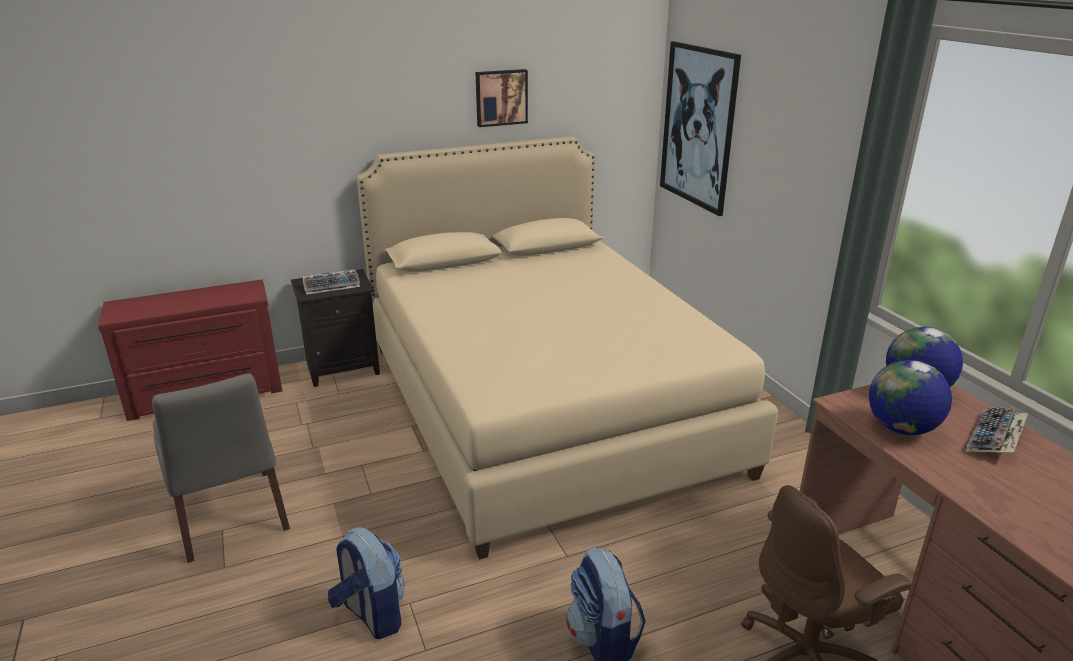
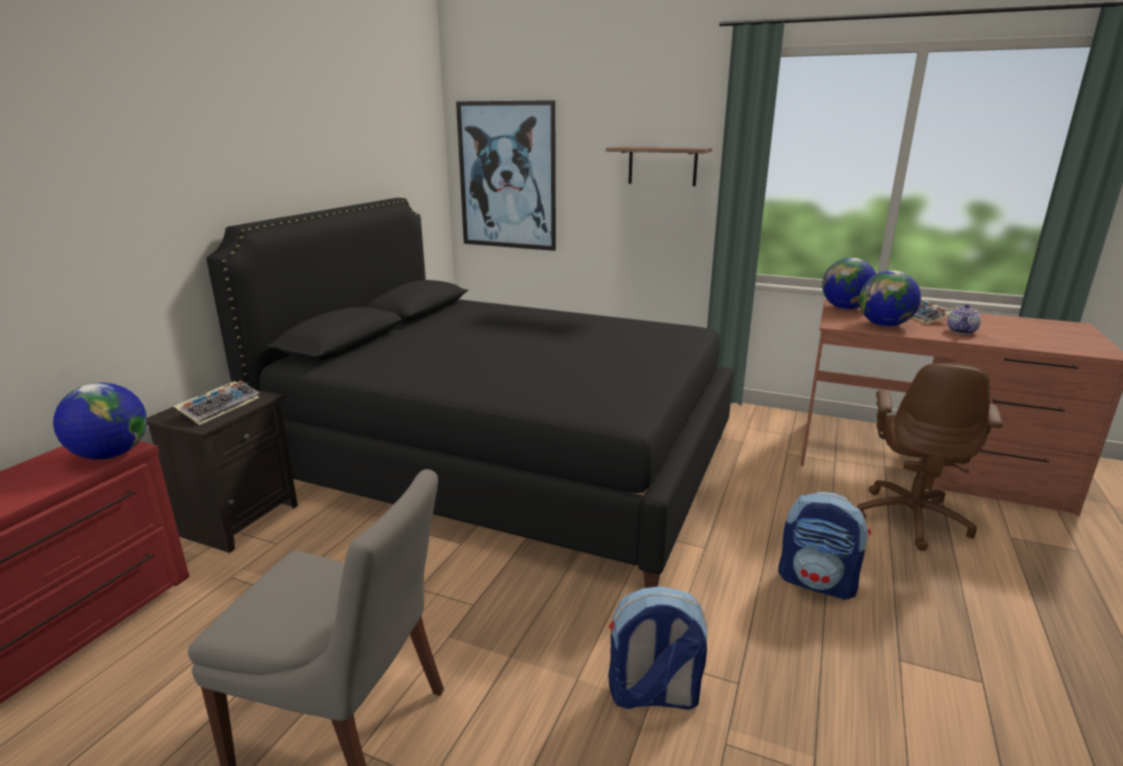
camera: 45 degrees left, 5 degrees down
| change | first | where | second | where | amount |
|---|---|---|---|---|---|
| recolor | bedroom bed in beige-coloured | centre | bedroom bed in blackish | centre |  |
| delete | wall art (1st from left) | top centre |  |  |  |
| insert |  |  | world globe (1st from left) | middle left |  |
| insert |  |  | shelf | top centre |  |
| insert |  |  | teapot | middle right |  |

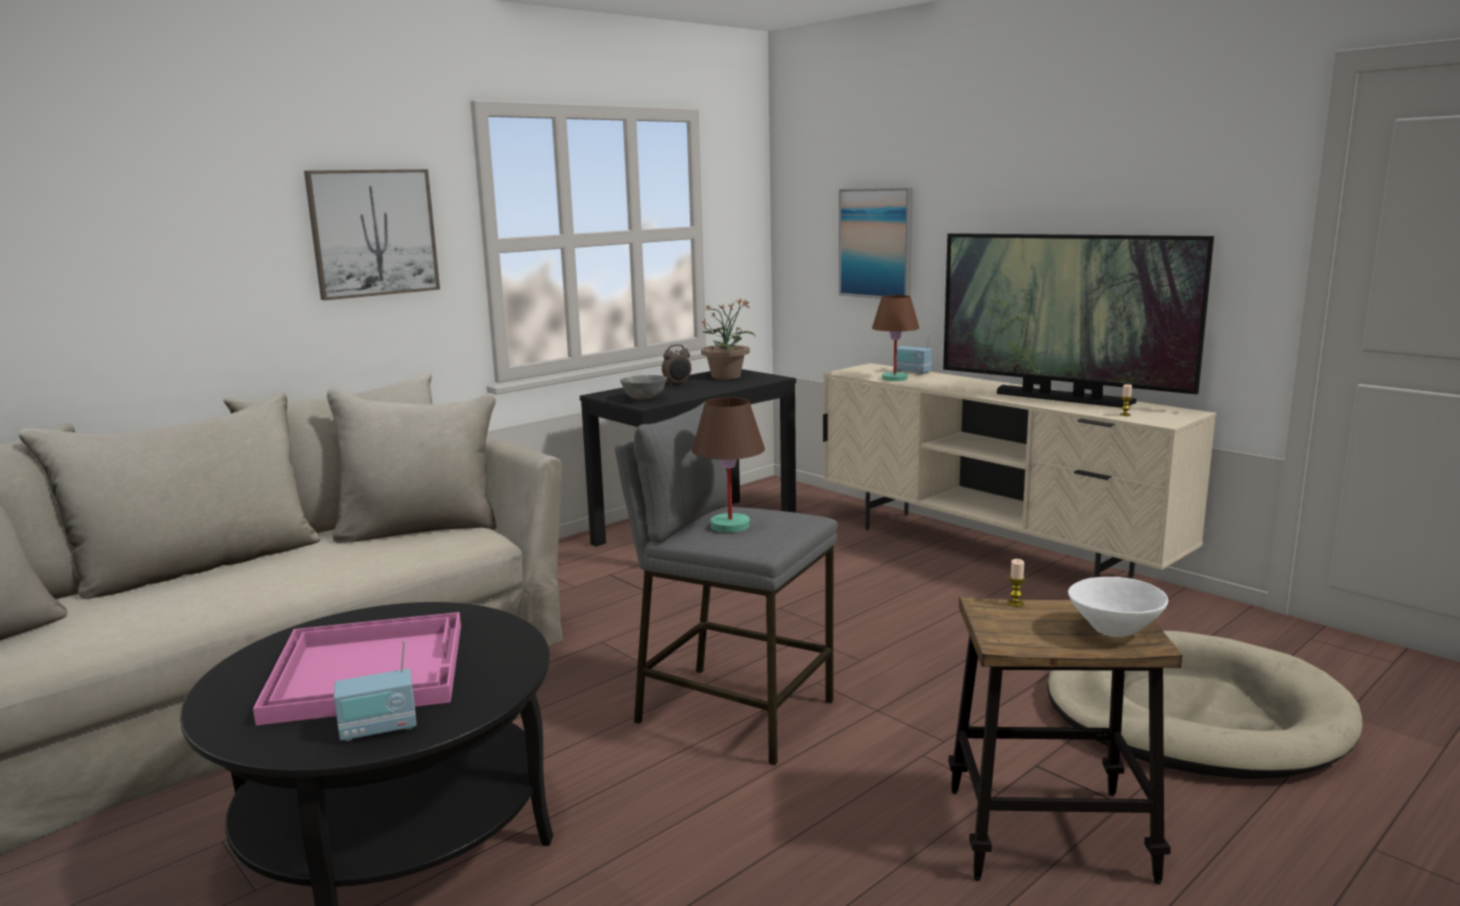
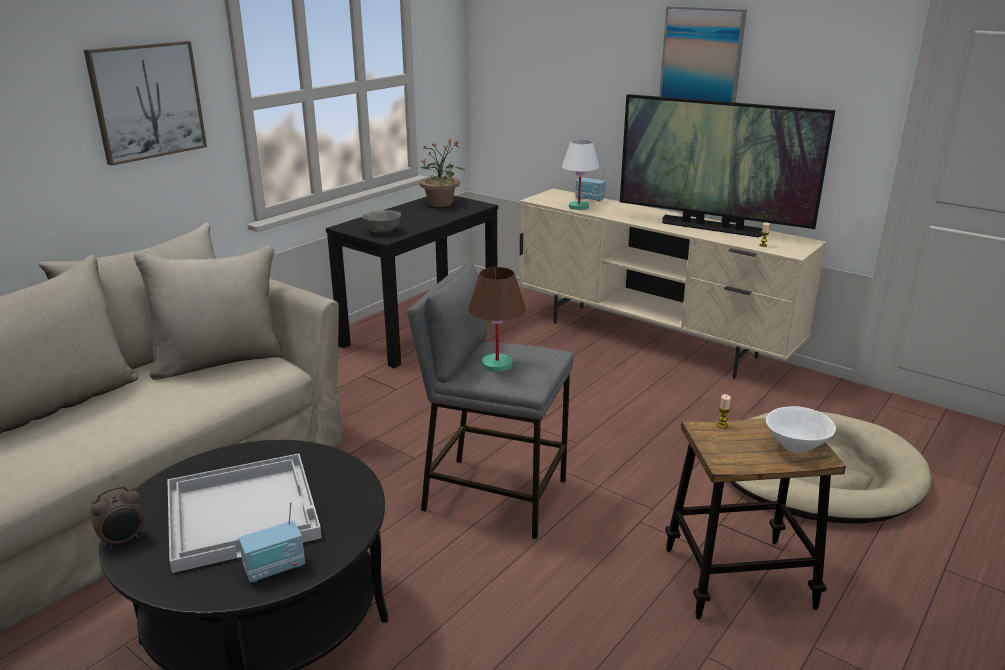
camera: 10 degrees left, 10 degrees up
| change | first | where | second | where | amount |
|---|---|---|---|---|---|
| recolor | tray in pink | bottom left | tray in white-coloured | bottom left |  |
| move | table clock | centre |  | bottom left |  |
| move | wall art (2nd from left) | top centre |  | top right |  |
| recolor | table lamp in brown (2nd from left) | centre | table lamp in white-coloured | top centre |  |

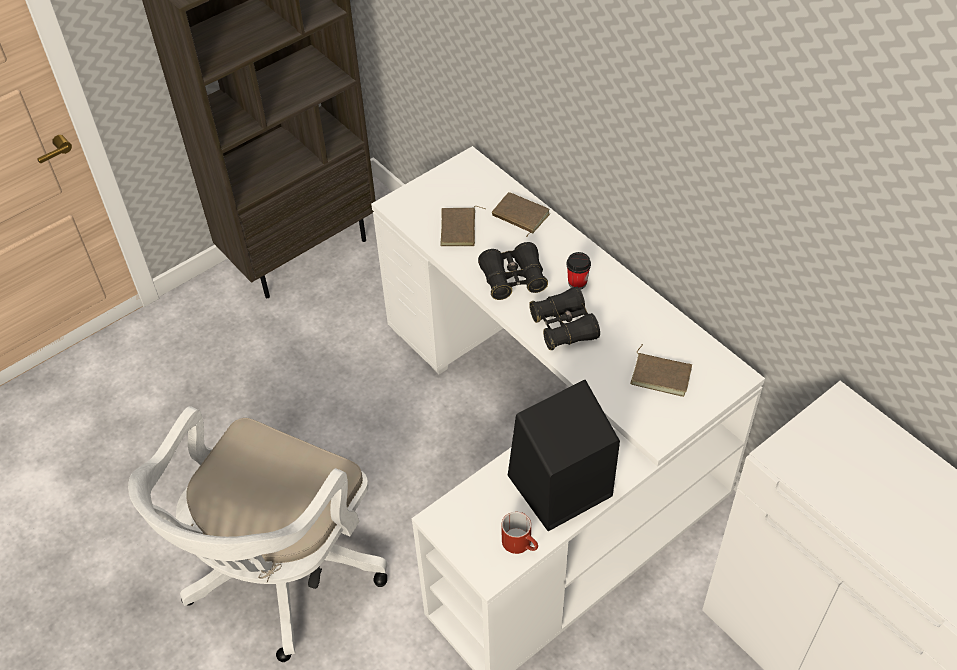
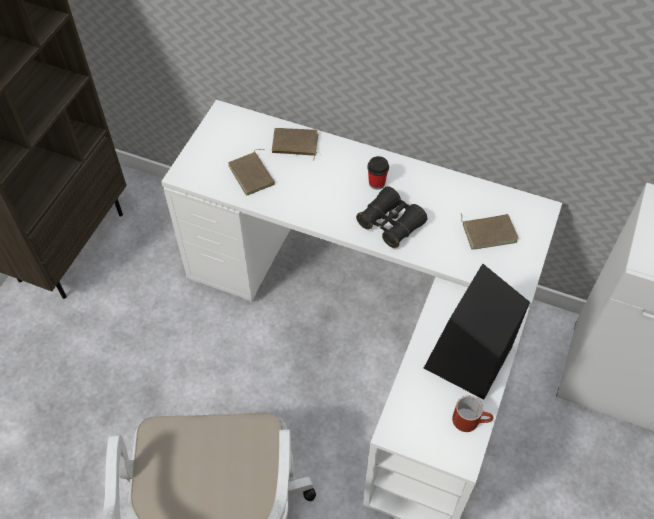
camera: 30 degrees left, 5 degrees up
| change | first | where | second | where | amount |
|---|---|---|---|---|---|
| delete | binoculars in blackish (1st from left) | centre |  |  |  |

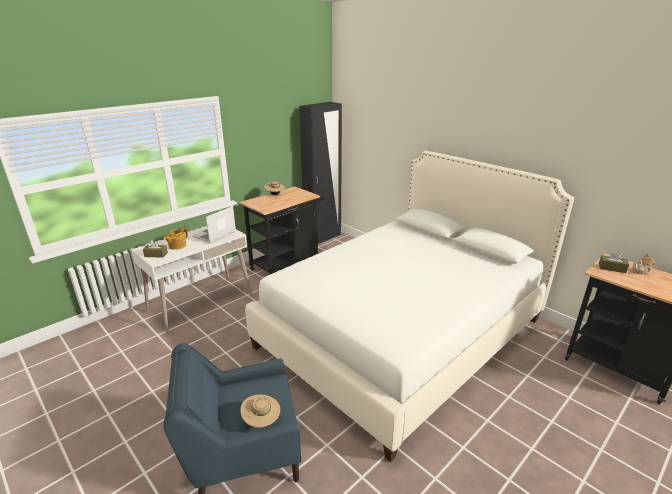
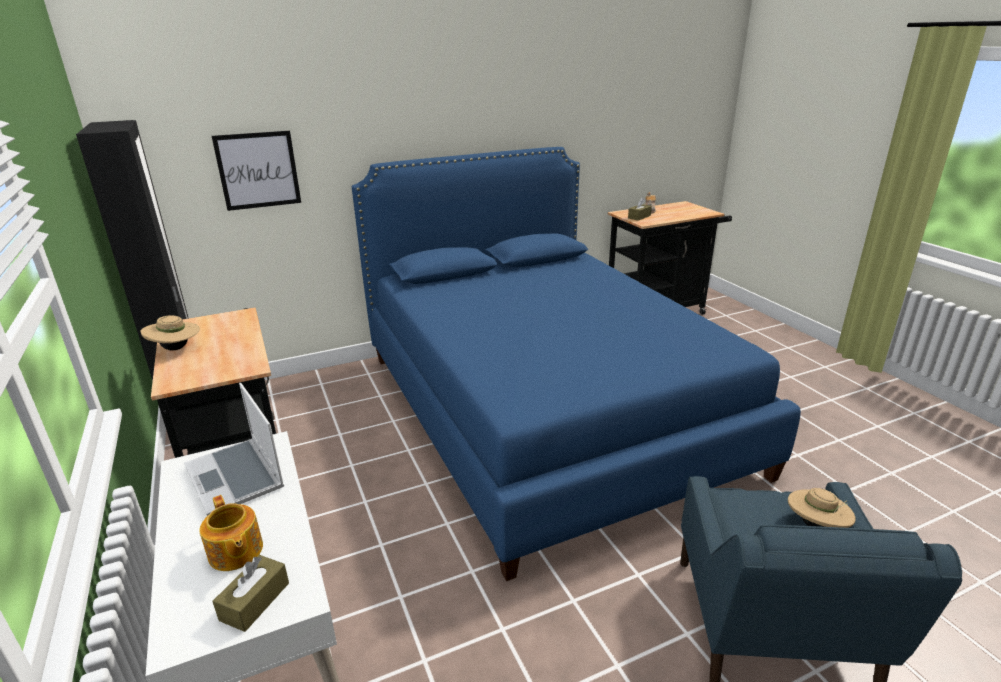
camera: 70 degrees left, 0 degrees up
| change | first | where | second | where | amount |
|---|---|---|---|---|---|
| recolor | bedroom bed in white-coloured | centre | bedroom bed in bluish | centre |  |
| insert |  |  | wall art | top left |  |

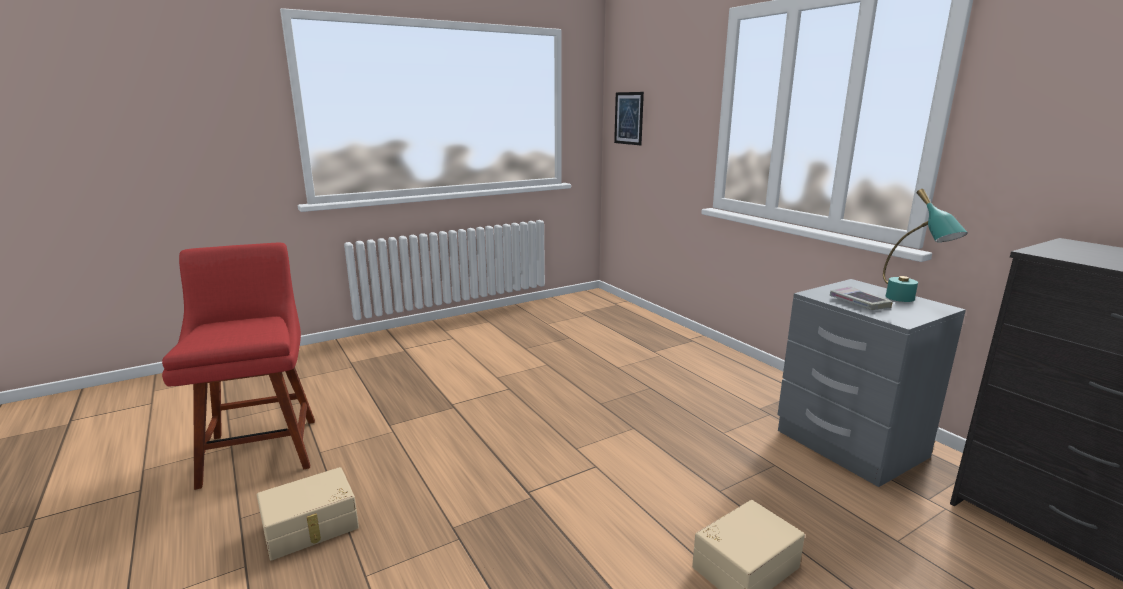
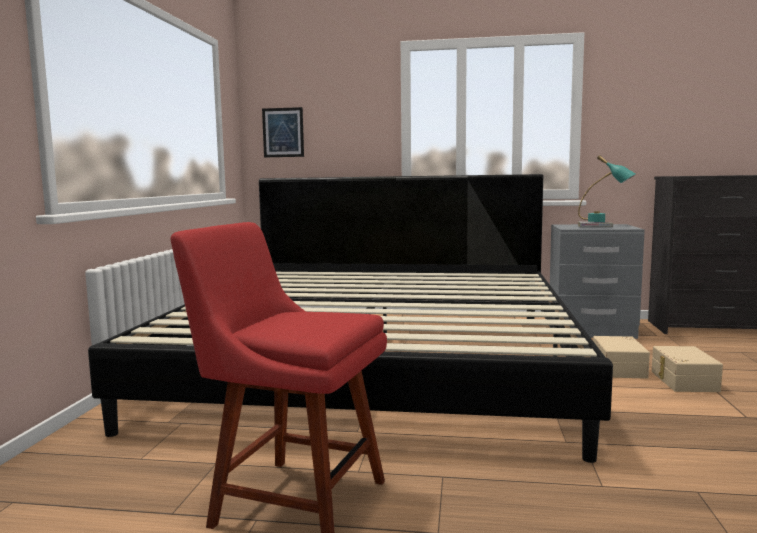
camera: 50 degrees left, 10 degrees down
| change | first | where | second | where | amount |
|---|---|---|---|---|---|
| move | storage box in beige-coloured (1st from left) | bottom left |  | bottom right |  |
| insert |  |  | bedroom bed | centre |  |

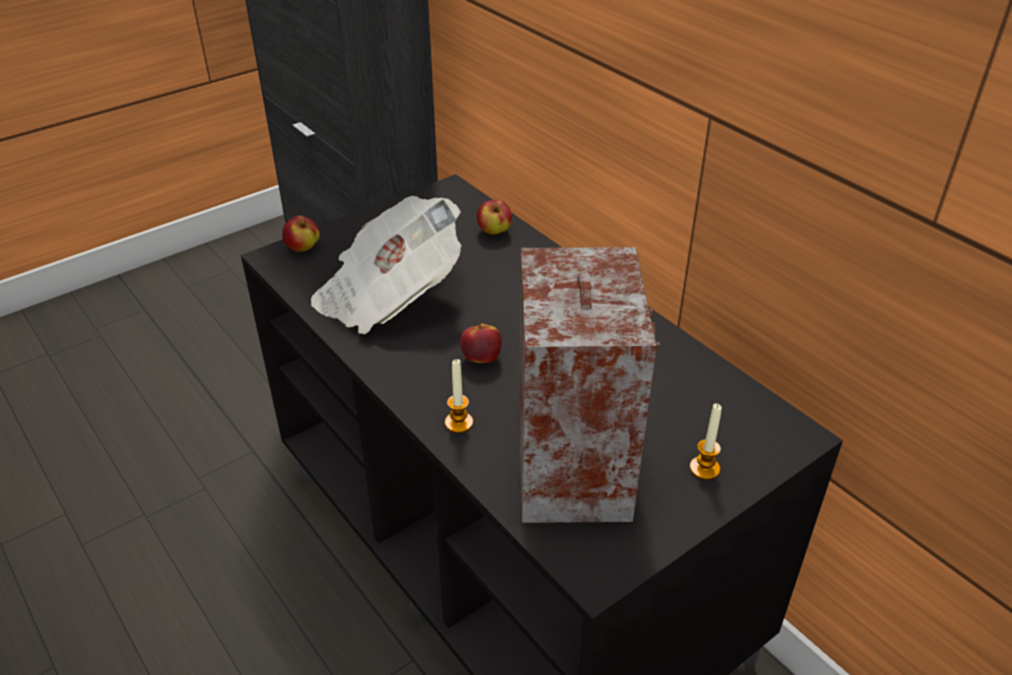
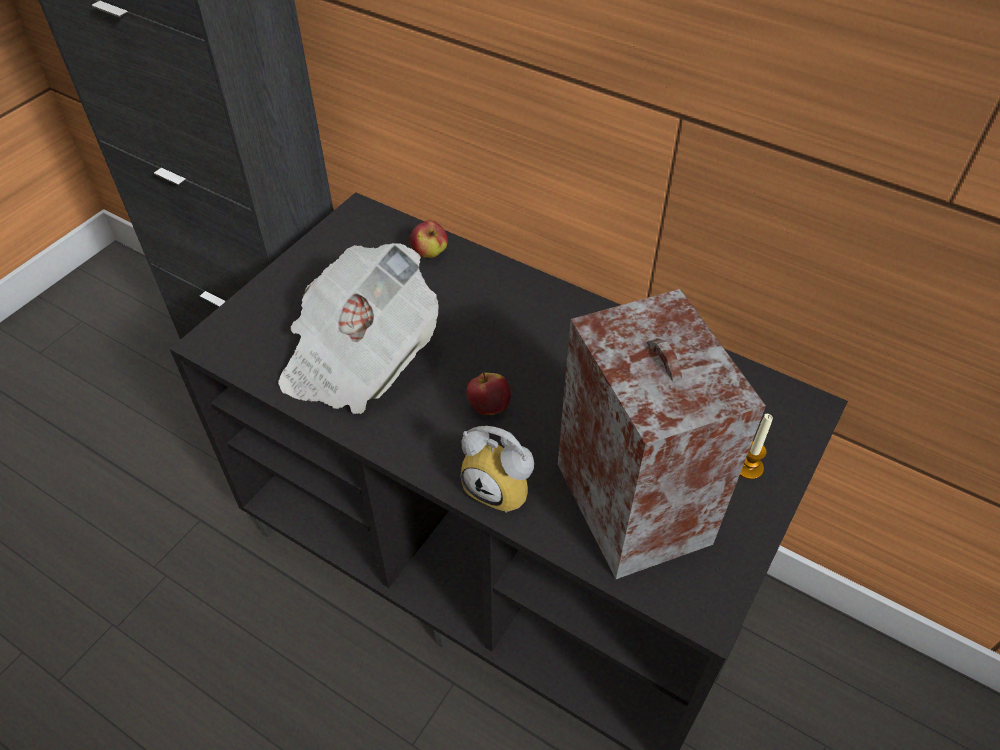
camera: 20 degrees left, 10 degrees up
| change | first | where | second | where | amount |
|---|---|---|---|---|---|
| delete | apple (1st from left) | middle left |  |  |  |
| replace | candle (1st from left) | centre | table clock | centre |  |

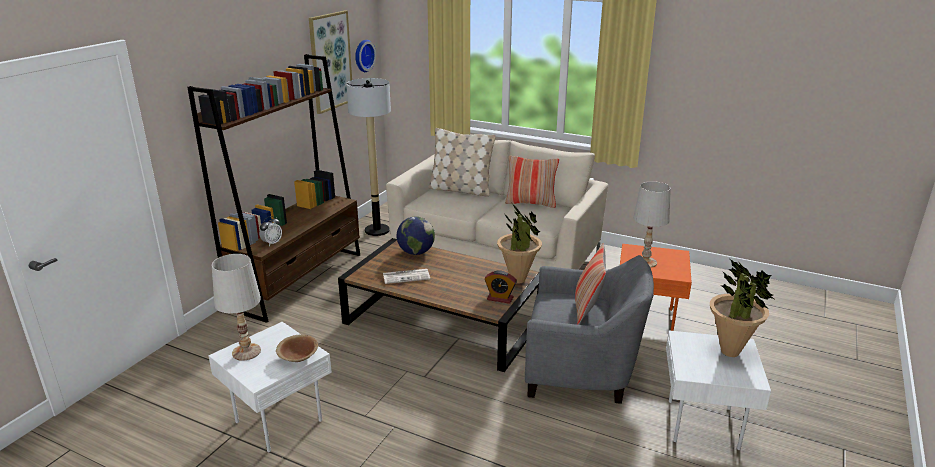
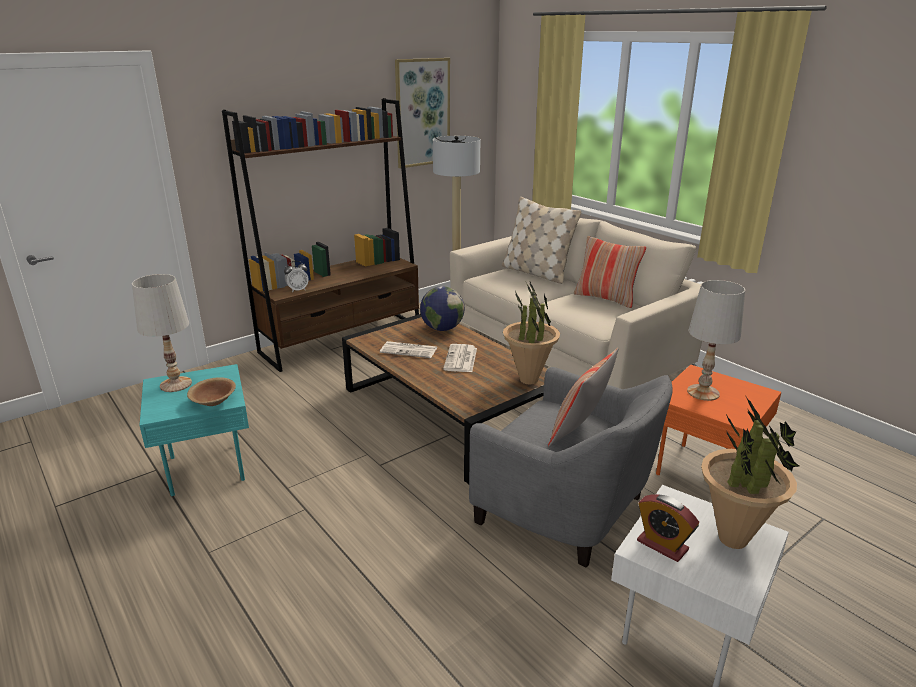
camera: 25 degrees right, 0 degrees up
| change | first | where | second | where | amount |
|---|---|---|---|---|---|
| recolor | end table in white-coloured (1st from left) | bottom left | end table in blue-green | middle left |  |
| delete | hanging clock | top centre |  |  |  |
| move | table clock (2nd from left) | centre |  | bottom right |  |
| insert |  |  | daily paper (2nd from left) | centre |  |

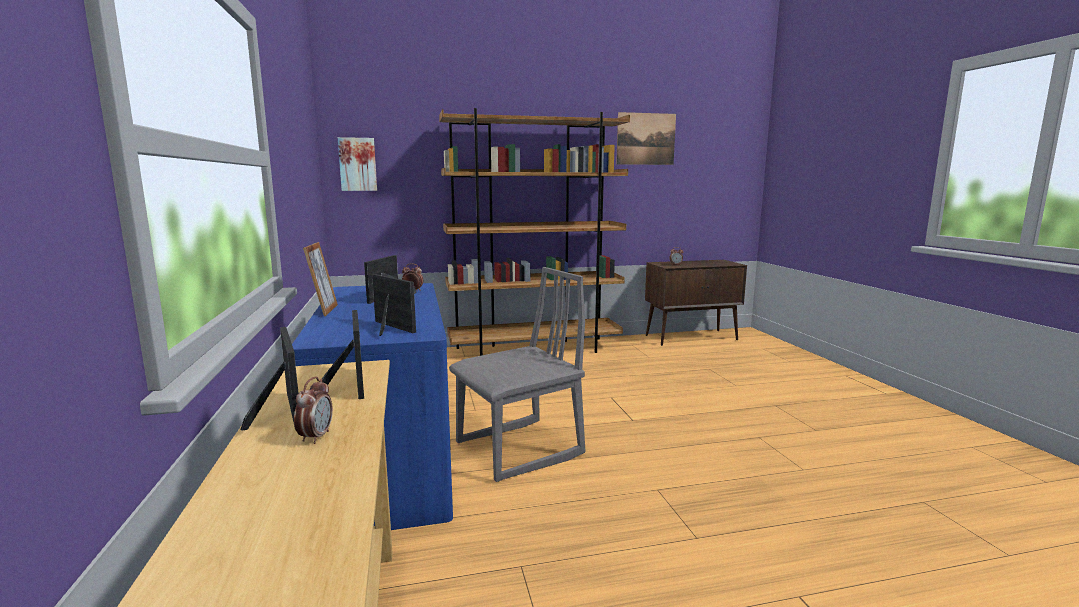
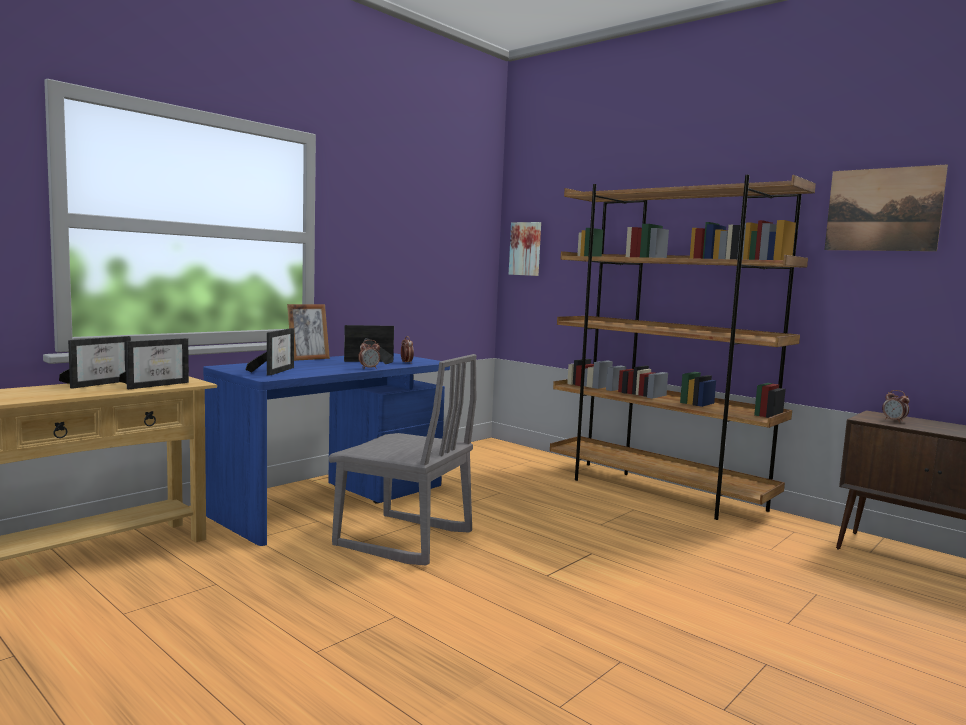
camera: 55 degrees right, 5 degrees down
| change | first | where | second | where | amount |
|---|---|---|---|---|---|
| move | table clock (1st from left) | bottom left |  | centre |  |

